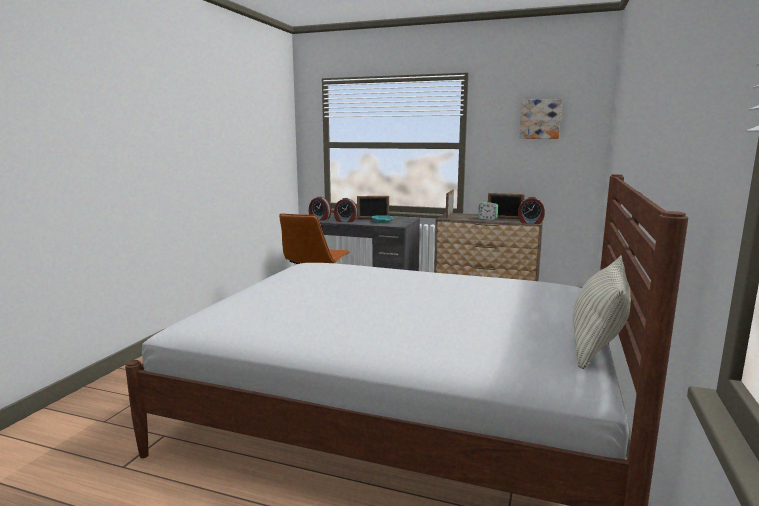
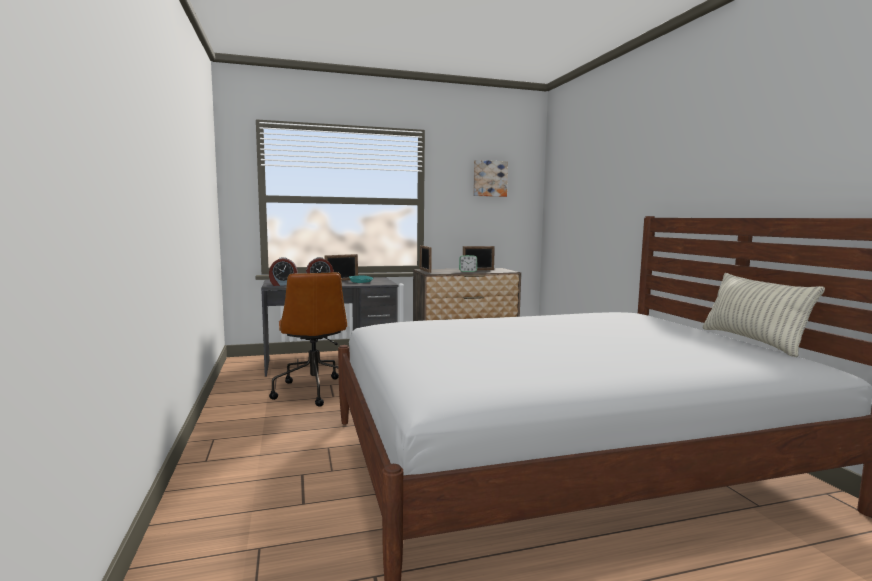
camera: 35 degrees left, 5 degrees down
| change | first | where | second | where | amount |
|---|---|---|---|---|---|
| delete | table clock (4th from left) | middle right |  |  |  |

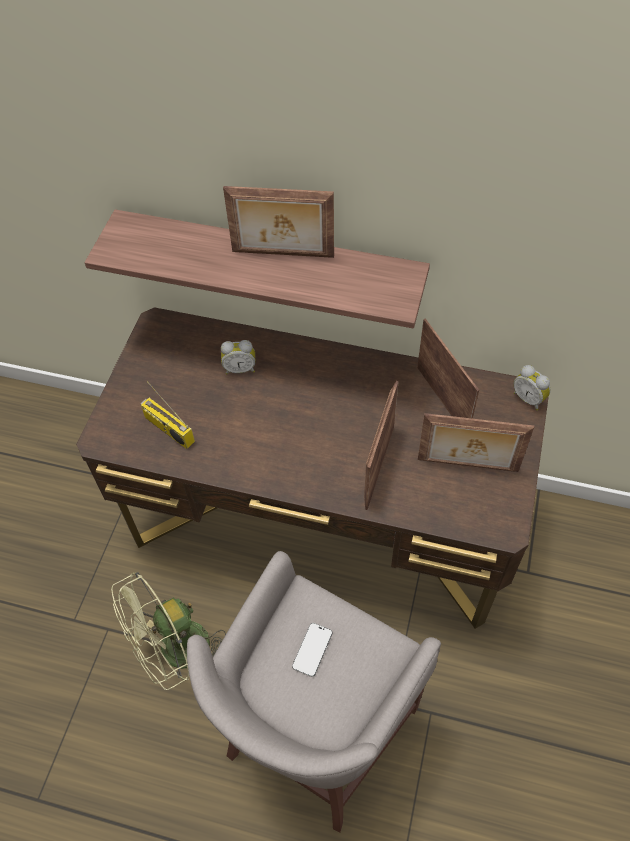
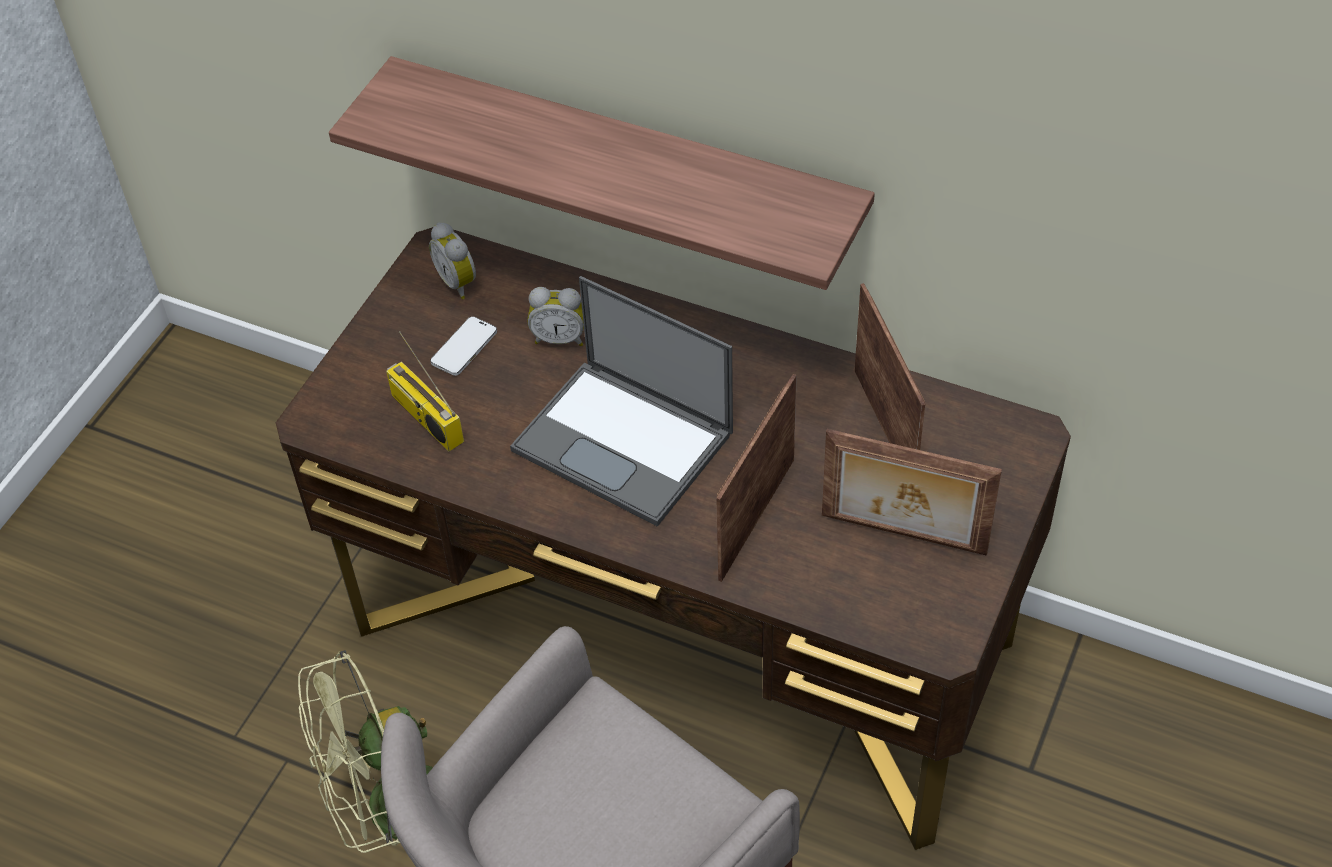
camera: 10 degrees right, 5 degrees down
| change | first | where | second | where | amount |
|---|---|---|---|---|---|
| delete | standing frame (1st from left) | top centre |  |  |  |
| move | handset | bottom centre |  | centre |  |
| move | table clock (2nd from left in the first image) | middle right | table clock (1st from left) | top centre |  |
| insert |  |  | portable computer | centre |  |

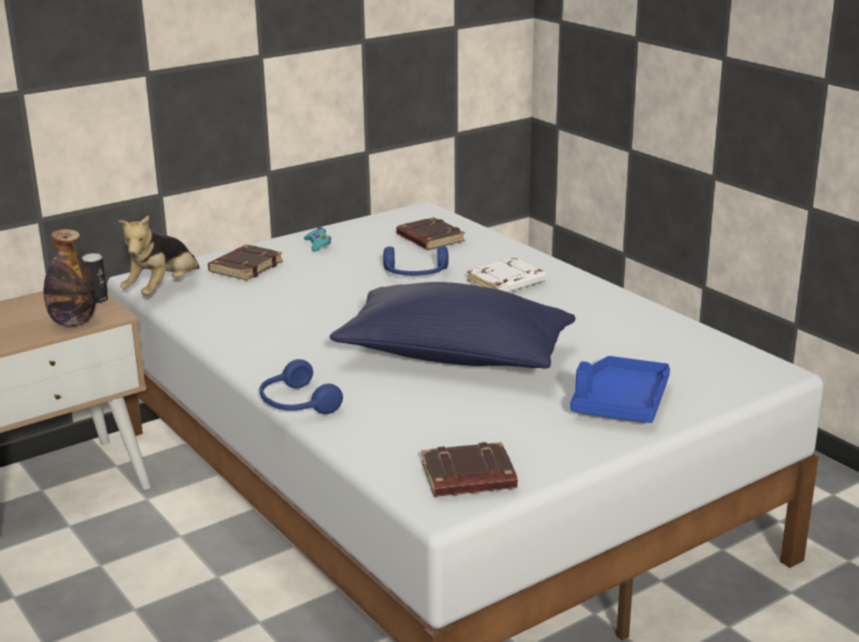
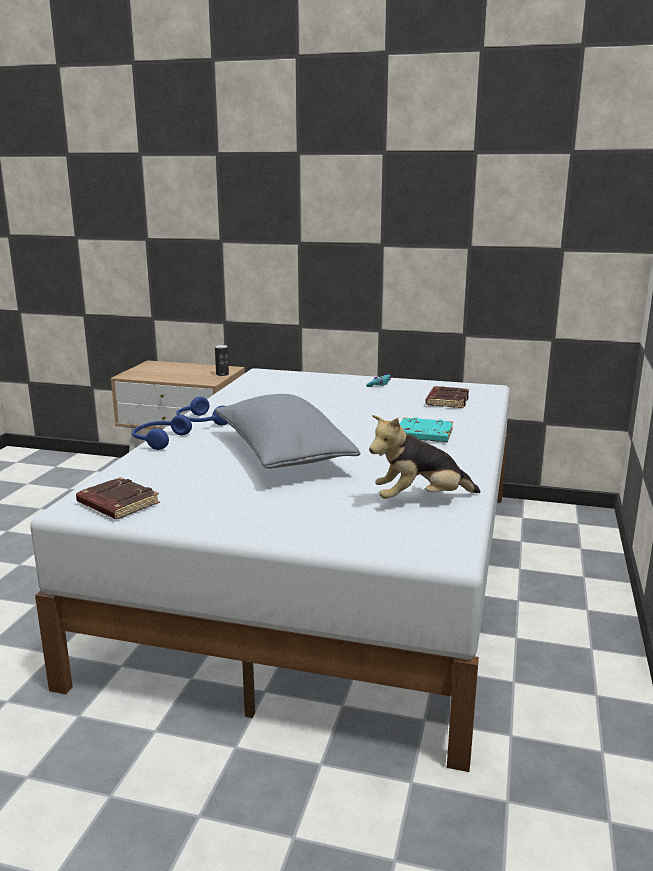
camera: 50 degrees right, 5 degrees down
| change | first | where | second | where | amount |
|---|---|---|---|---|---|
| delete | bottle | middle left |  |  |  |
| move | cuddly toy | middle left |  | centre |  |
| delete | bound book in brown (1st from left) | middle left |  |  |  |
| recolor | cushion in bluish | centre | cushion in greyish | centre |  |
| move | headphones in bluish (2nd from left) | centre |  | middle left |  |
| recolor | bound book in white-coloured | centre | bound book in blue-green | centre |  |
| delete | tray in bluish | middle right |  |  |  |

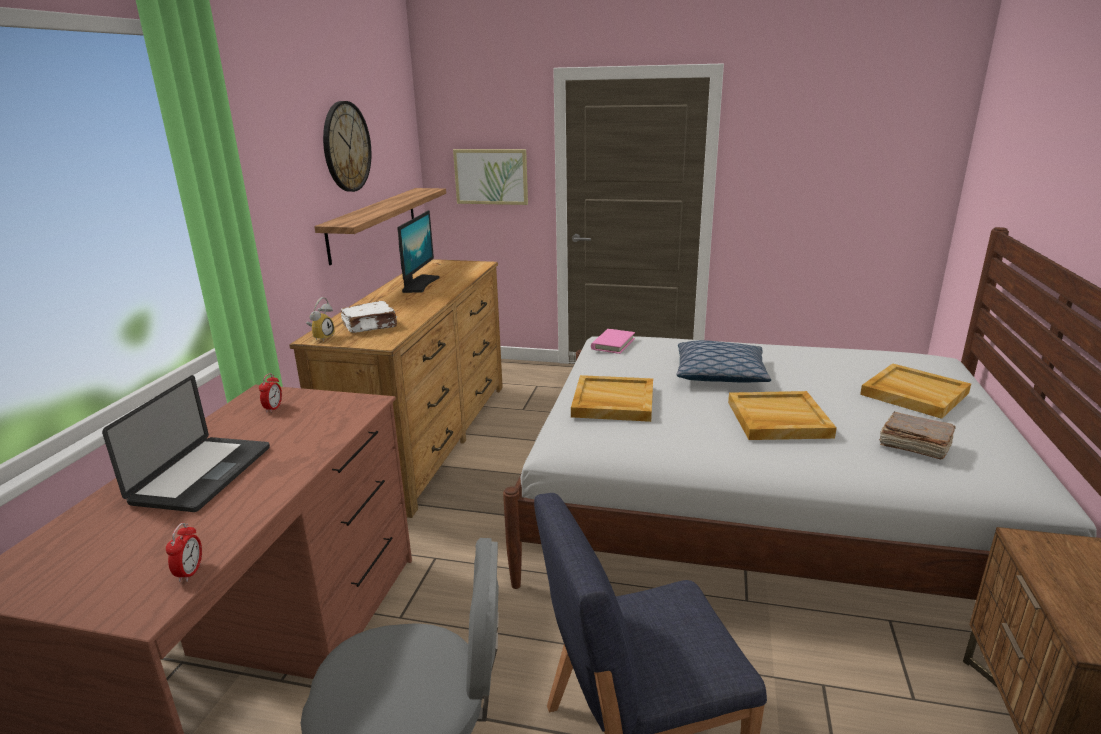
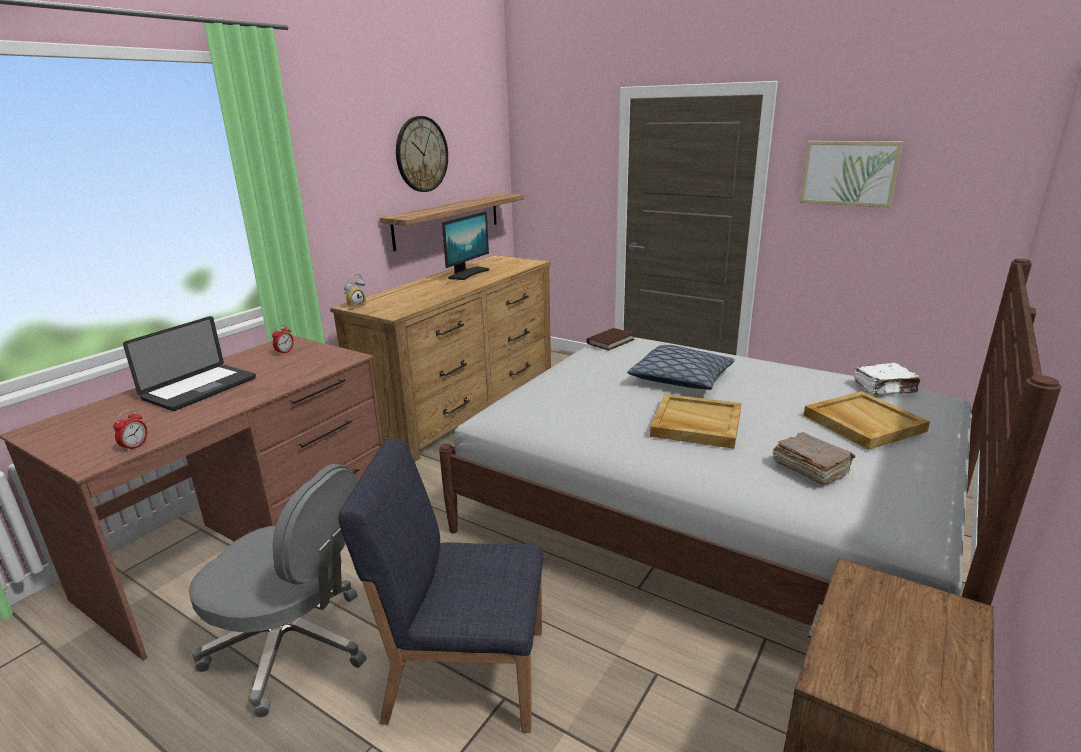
camera: 20 degrees right, 0 degrees up
| change | first | where | second | where | amount |
|---|---|---|---|---|---|
| move | bound book in white-coloured | centre |  | middle right |  |
| move | wall art | top centre |  | top right |  |
| delete | tray in beige-coloured (1st from left) | centre |  |  |  |
| recolor | bound book in pink | centre | bound book in brown (1st from left) | centre |  |

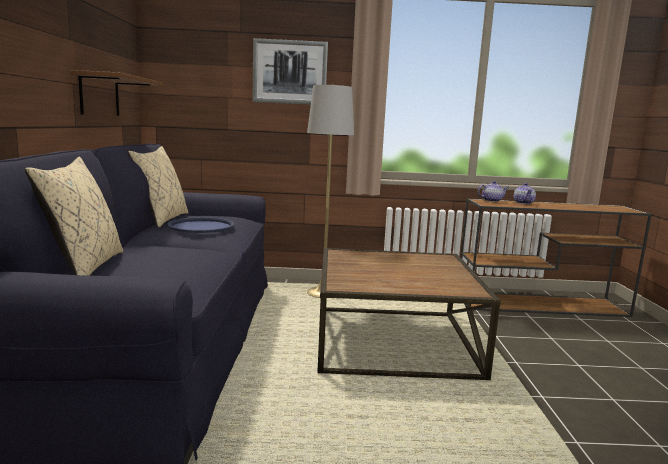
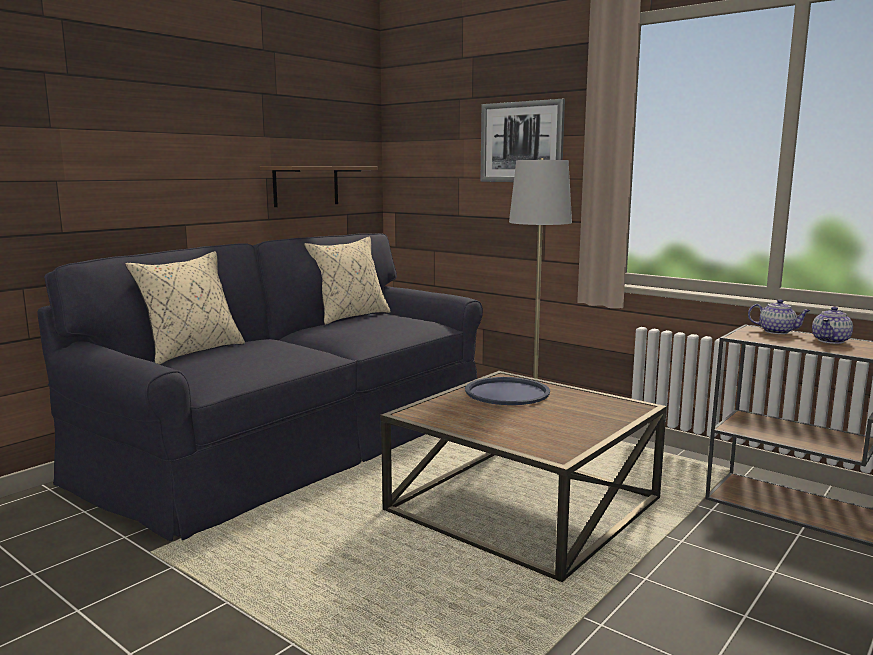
camera: 40 degrees right, 0 degrees up
| change | first | where | second | where | amount |
|---|---|---|---|---|---|
| move | tray in bluish | middle left |  | centre |  |

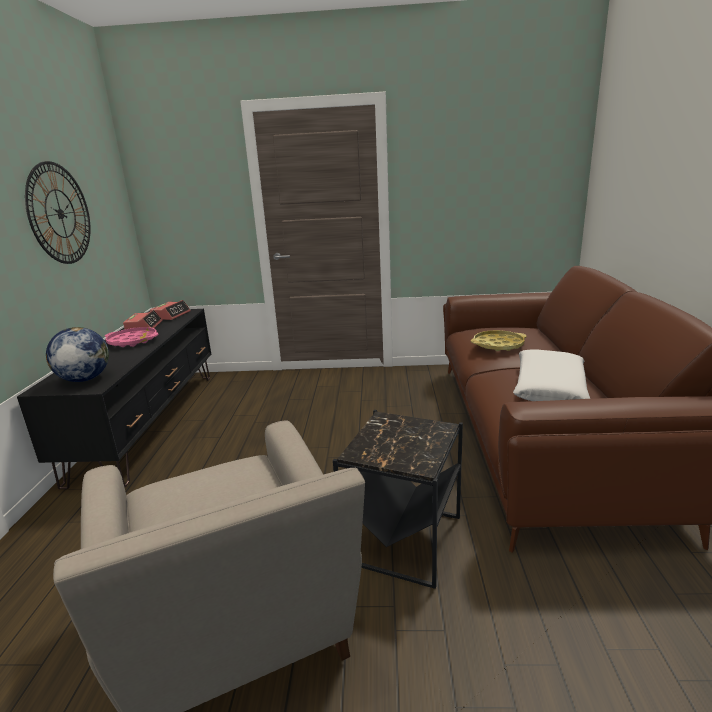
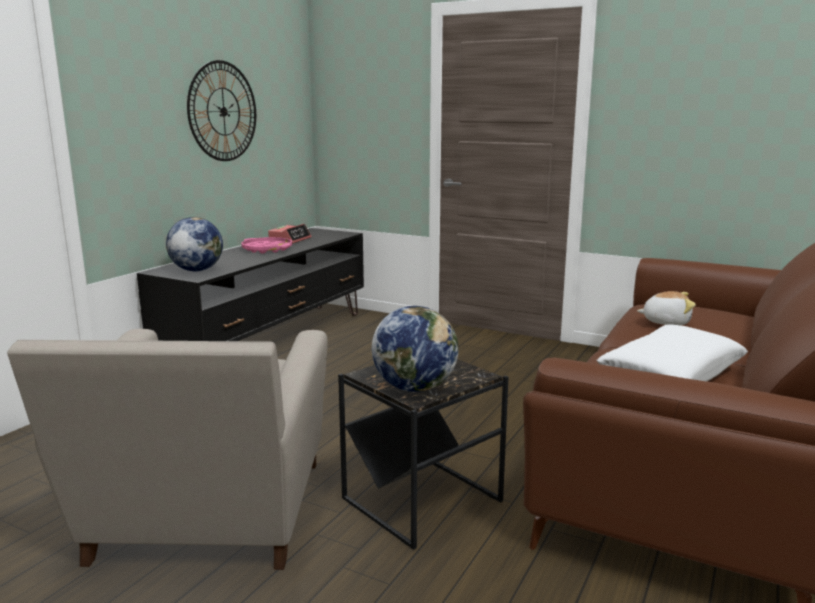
camera: 25 degrees right, 5 degrees down
| change | first | where | second | where | amount |
|---|---|---|---|---|---|
| delete | table clock (2nd from left) | middle left |  |  |  |
| replace | tray in yellow-coloured | middle right | cuddly toy | middle right |  |
| insert |  |  | world globe (2nd from left) | centre |  |

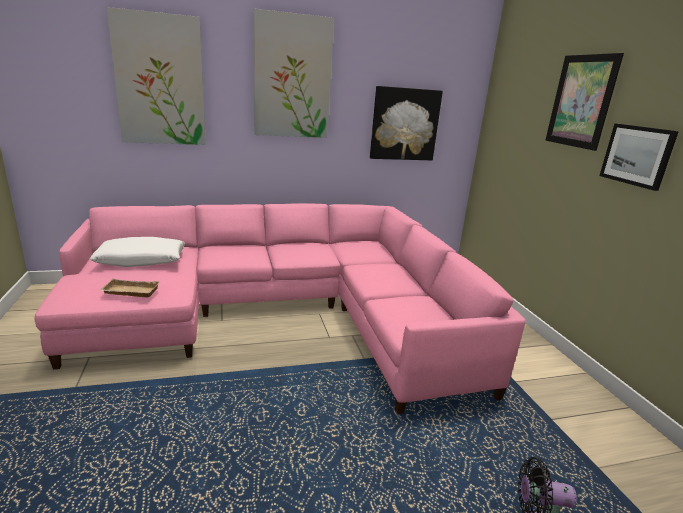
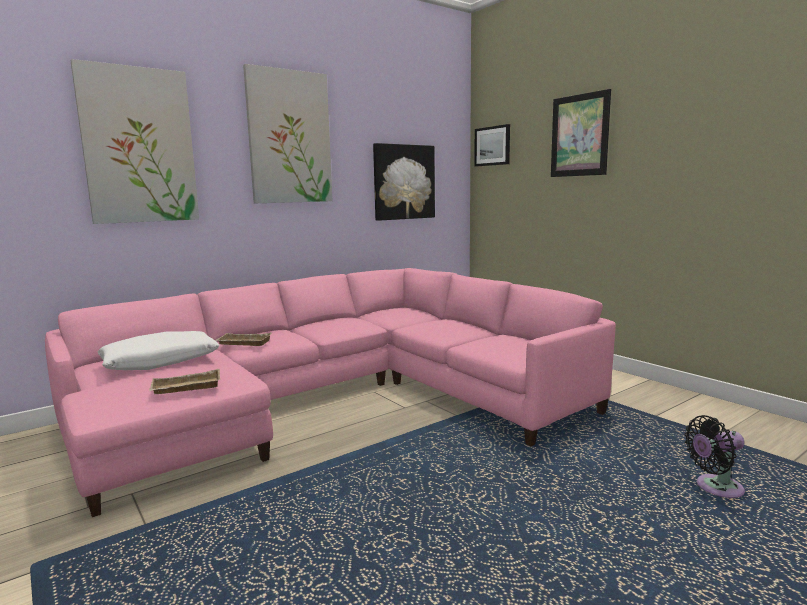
camera: 20 degrees left, 10 degrees down
| change | first | where | second | where | amount |
|---|---|---|---|---|---|
| move | wall art (5th from left in the first image) | top right | wall art (4th from left) | top centre |  |
| insert |  |  | tray in beige-coloured (2nd from left) | middle left |  |

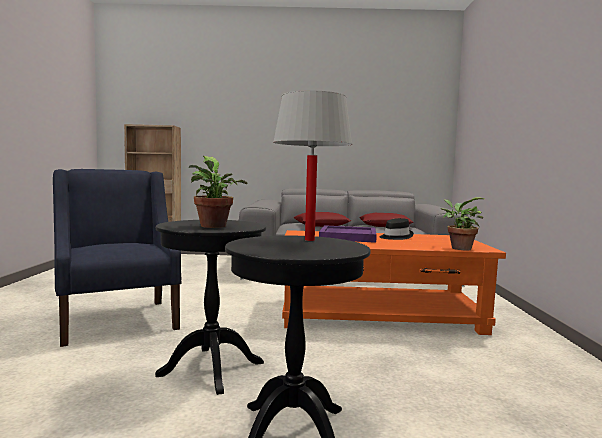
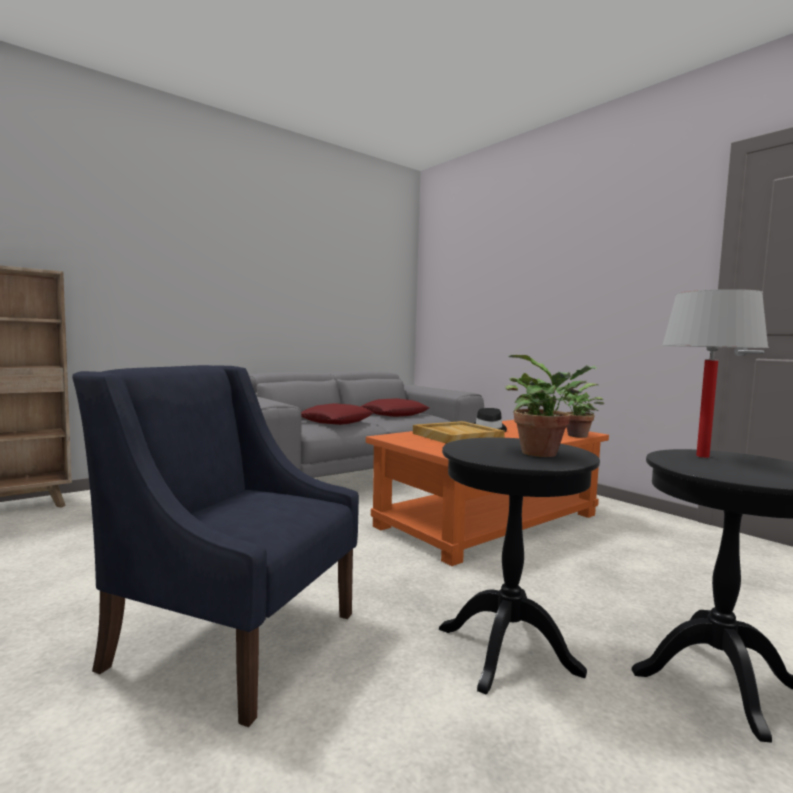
camera: 40 degrees left, 0 degrees up
| change | first | where | second | where | amount |
|---|---|---|---|---|---|
| recolor | tray in purplish | centre | tray in beige-coloured | centre |  |

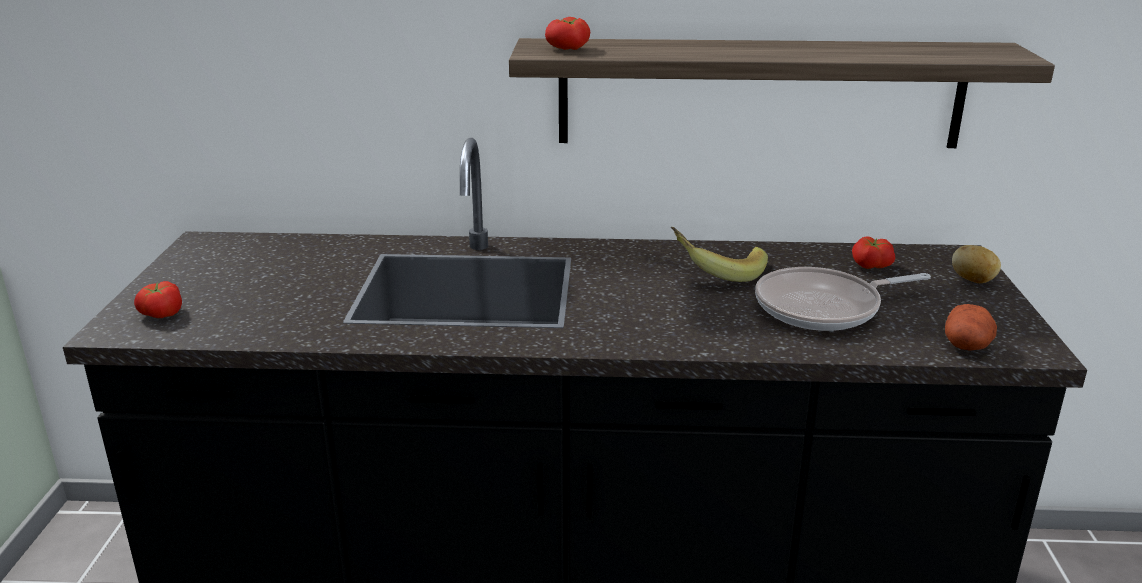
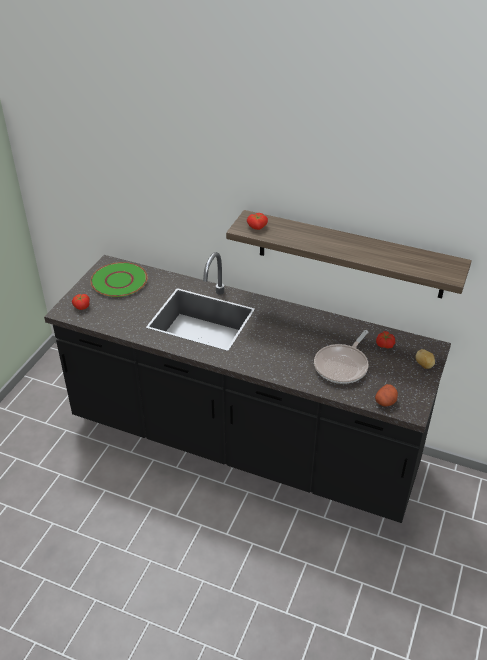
camera: 20 degrees right, 15 degrees up
| change | first | where | second | where | amount |
|---|---|---|---|---|---|
| delete | whole banana | centre |  |  |  |
| rotate | skillet | middle right |  | middle right | 60 degrees counterclockwise |
| insert |  |  | flat dish in green-coloured | middle left |  |

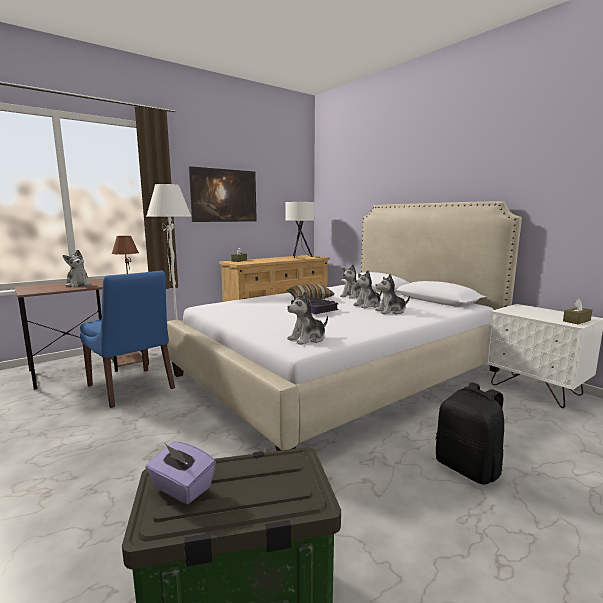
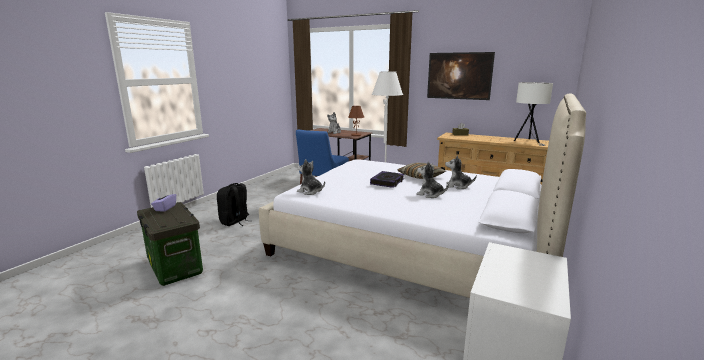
camera: 65 degrees right, 5 degrees up
| change | first | where | second | where | amount |
|---|---|---|---|---|---|
| delete | cuddly toy (5th from left) | centre |  |  |  |
| move | rucksack in blackish | bottom right |  | middle left |  |
| delete | tissue holder in brown (2nd from left) | middle right |  |  |  |

